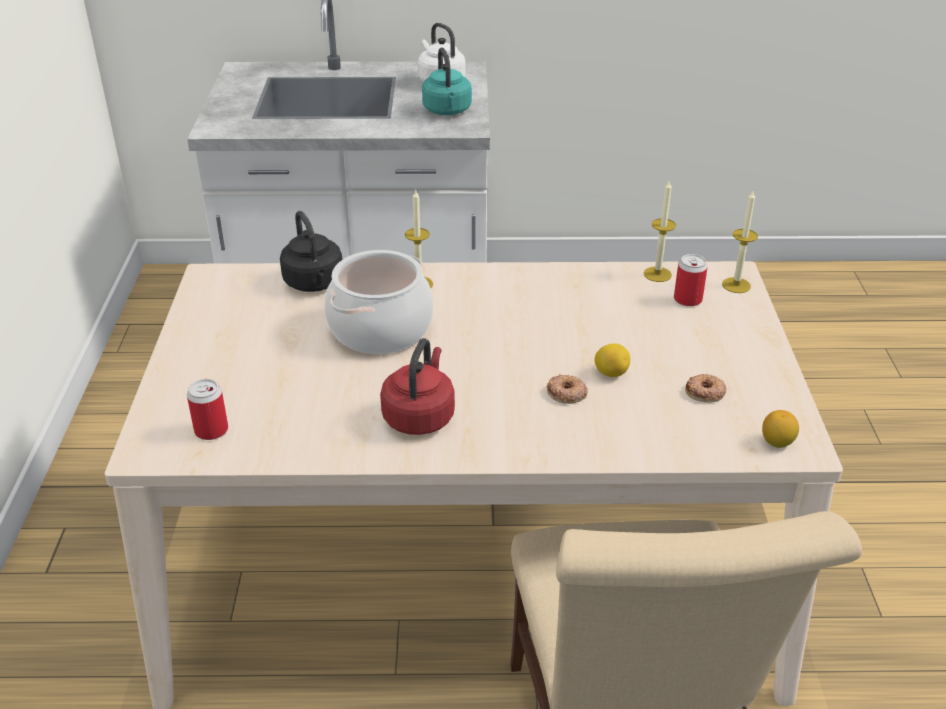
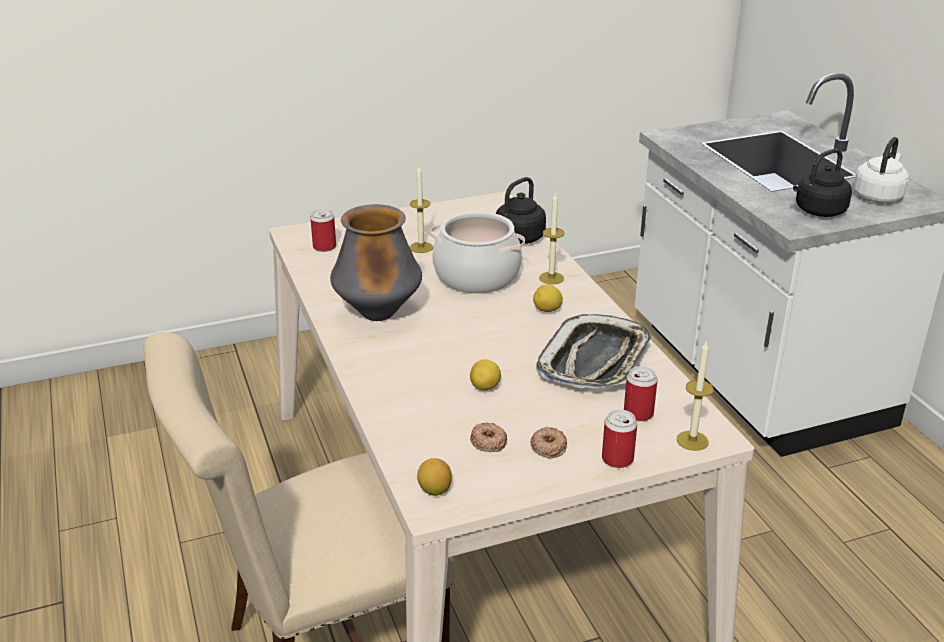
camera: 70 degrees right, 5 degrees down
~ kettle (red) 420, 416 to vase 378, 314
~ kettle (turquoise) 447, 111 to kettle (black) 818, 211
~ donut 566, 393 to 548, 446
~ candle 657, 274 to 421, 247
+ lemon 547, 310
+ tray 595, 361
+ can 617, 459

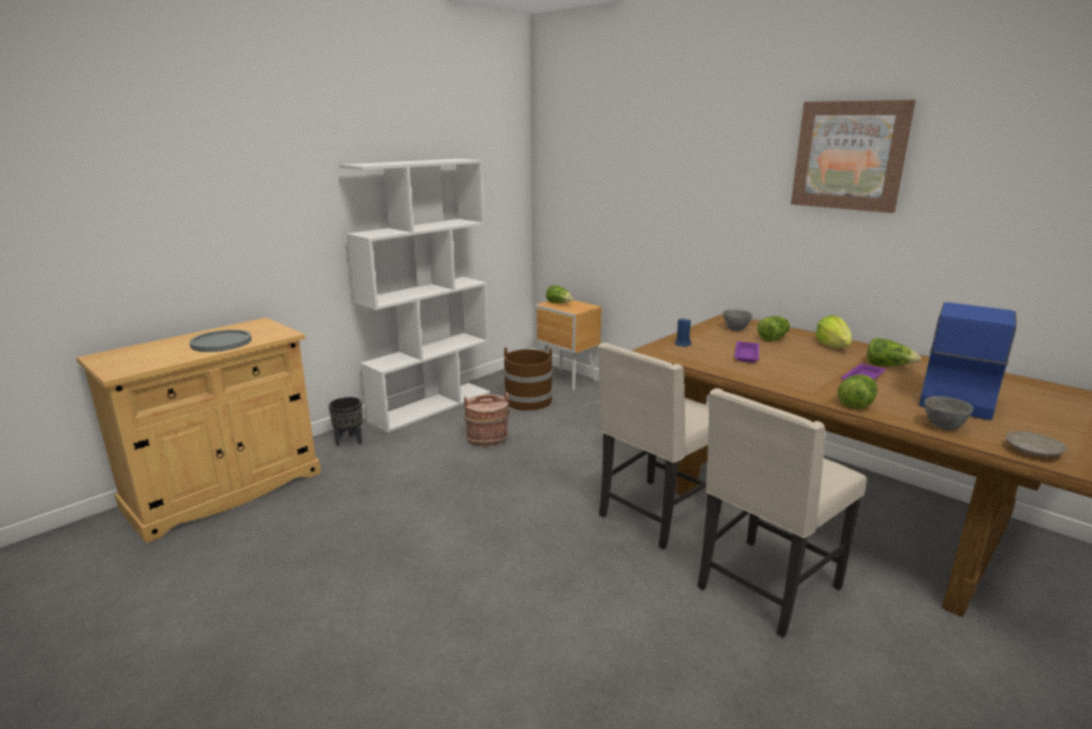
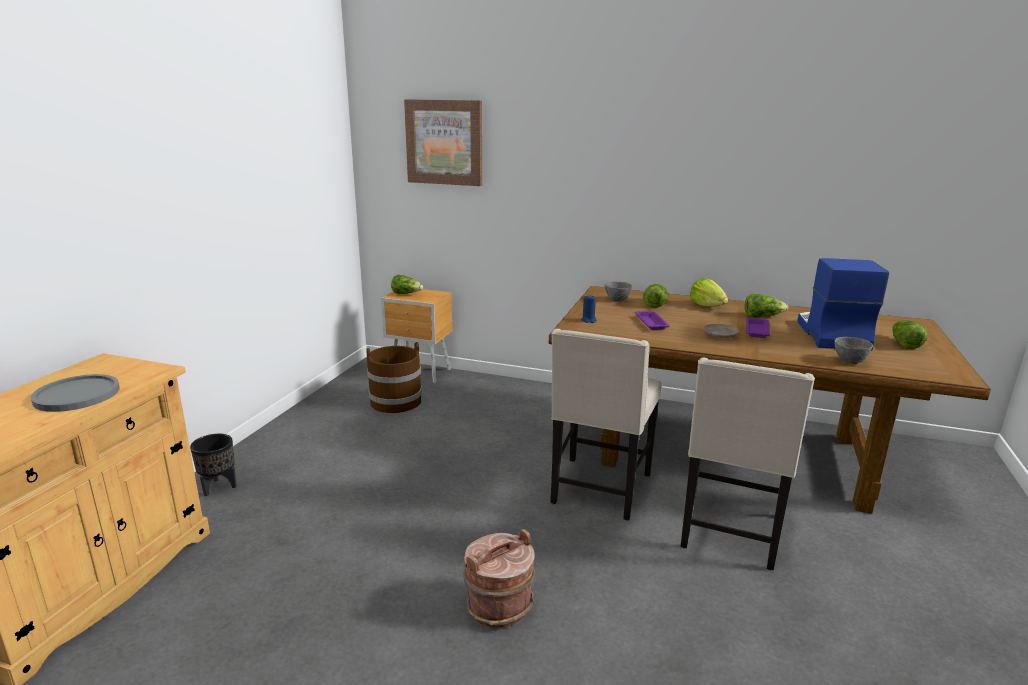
camera: 25 degrees left, 0 degrees up
- bookcase (white) 431, 406
~ bucket (brown) 487, 438 to 499, 605
~ picture 850, 155 to 444, 142
~ lettuce 855, 403 to 904, 344
~ plate (beige) 1032, 451 to 719, 336

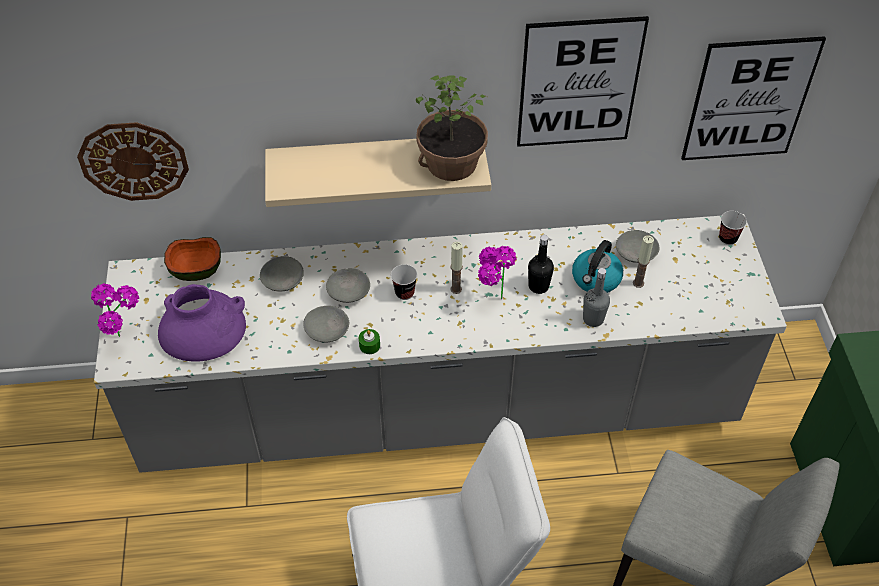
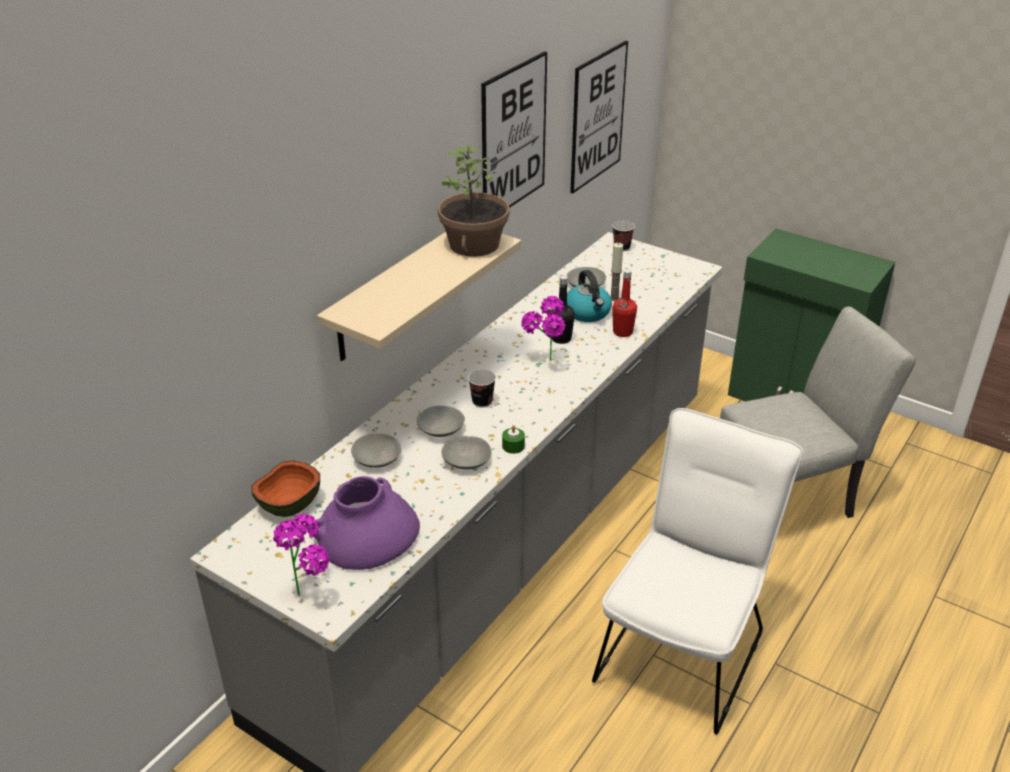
camera: 50 degrees left, 15 degrees down
- wall clock 133, 161
- candle 456, 289
~ bottle (grey) 593, 319 to bottle (red) 622, 332

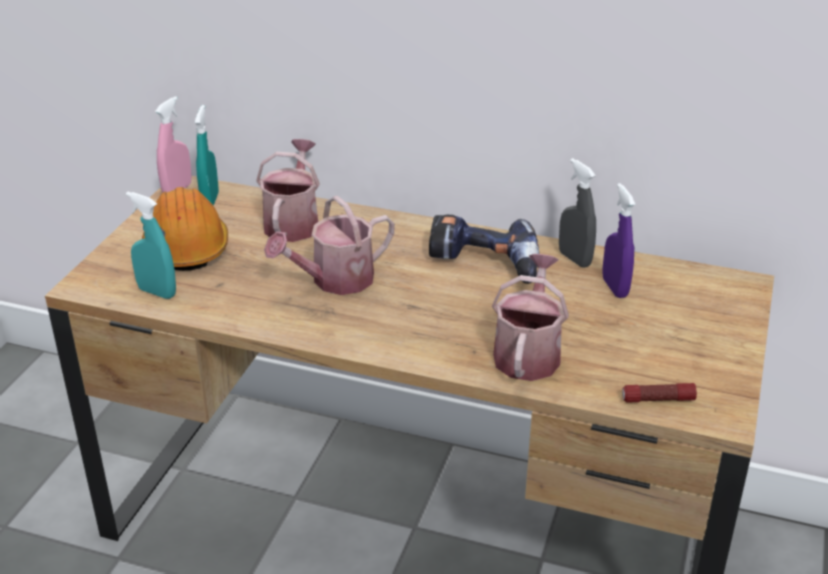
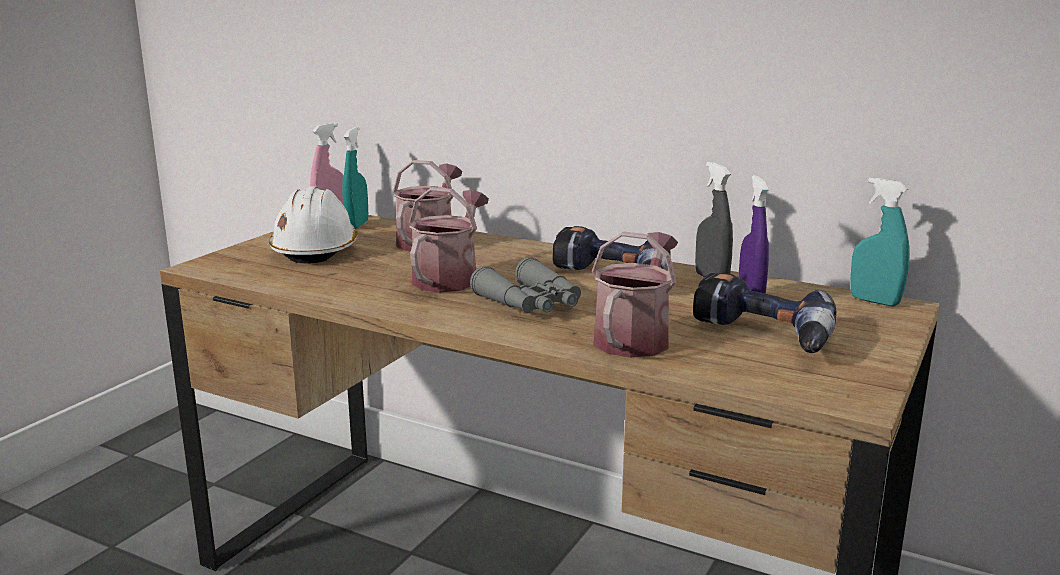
camera: 10 degrees right, 15 degrees down
~ spray bottle (turquoise) 157, 292 to 874, 301
~ hard hat (orange) 187, 247 to hard hat (white) 315, 250
~ watering can 335, 281 = 449, 278 135 degrees clockwise
- flashlight 658, 400
+ binoculars (grey) 531, 304
+ power drill 760, 337

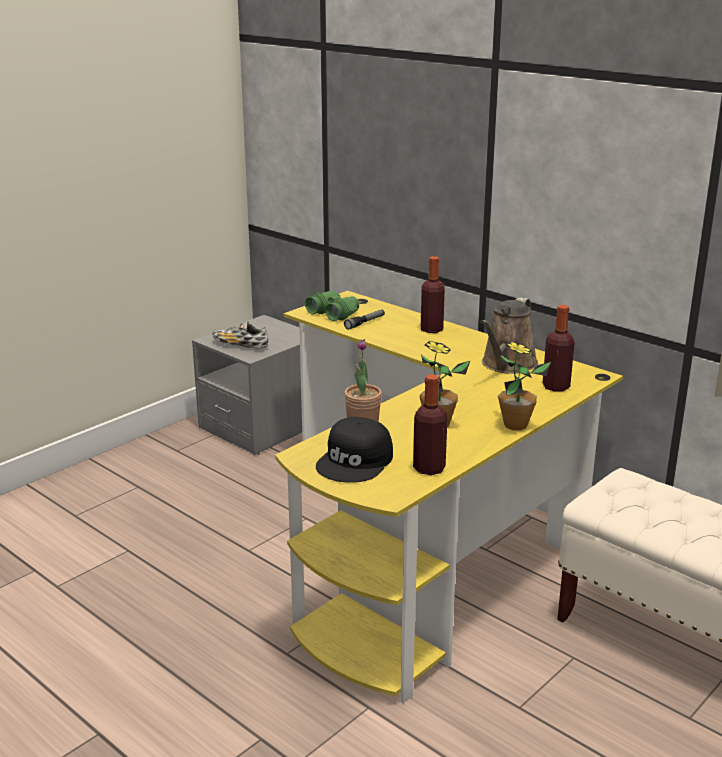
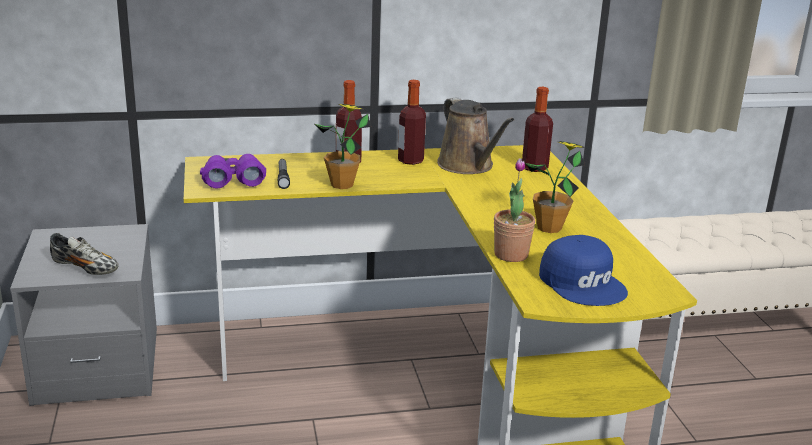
camera: 55 degrees left, 0 degrees up
~ shoe 240, 345 = 85, 269 120 degrees counterclockwise
~ binoculars (green) 334, 313 to binoculars (purple) 233, 180
~ cap (black) 356, 461 to cap (blue) 583, 282
~ bottle 429, 468 to 410, 161
~ potted plant 515, 425 to 342, 185

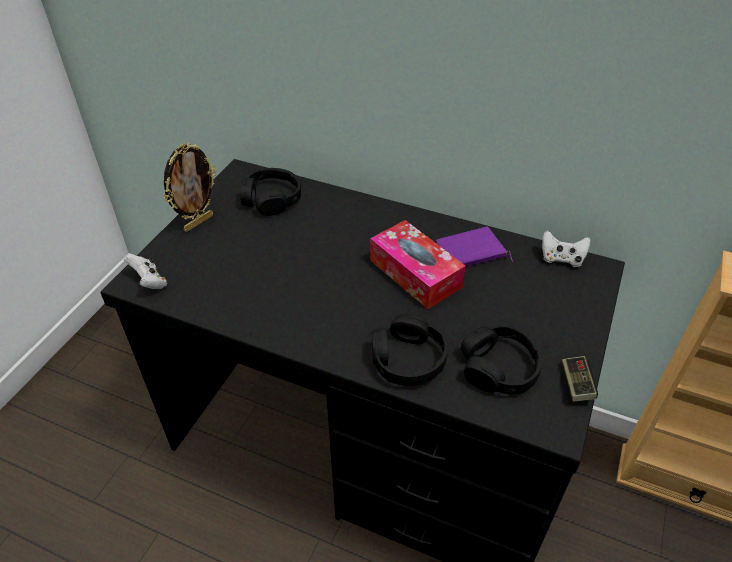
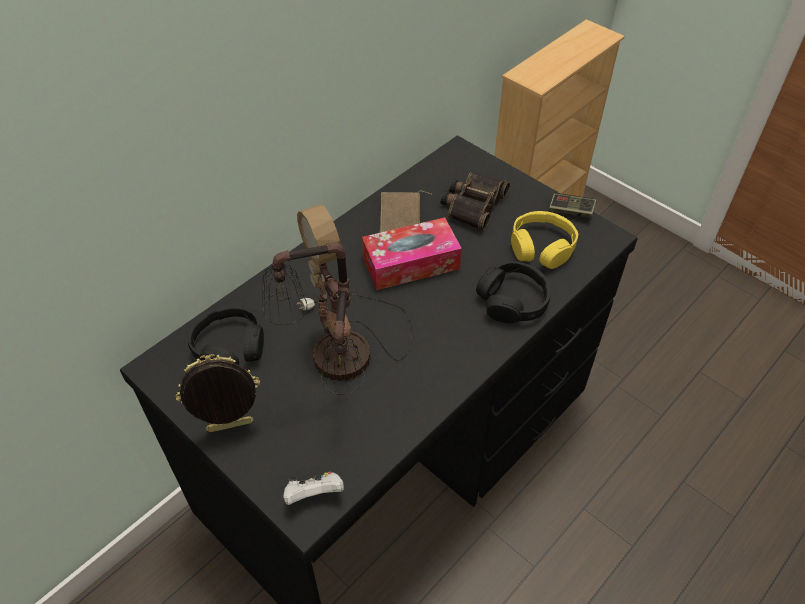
camera: 70 degrees left, 5 degrees up
~ picture frame 198, 222 = 230, 428 75 degrees counterclockwise
~ book (purple) 471, 253 to book (brown) 402, 217
~ headphones (black) 499, 368 to headphones (yellow) 541, 247
- game controller (white) 561, 259
+ table lamp 340, 361
+ binoculars 473, 205

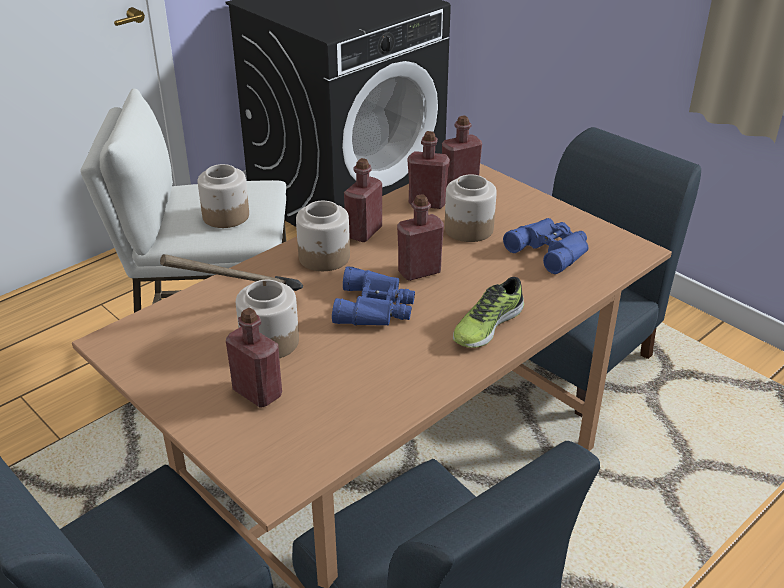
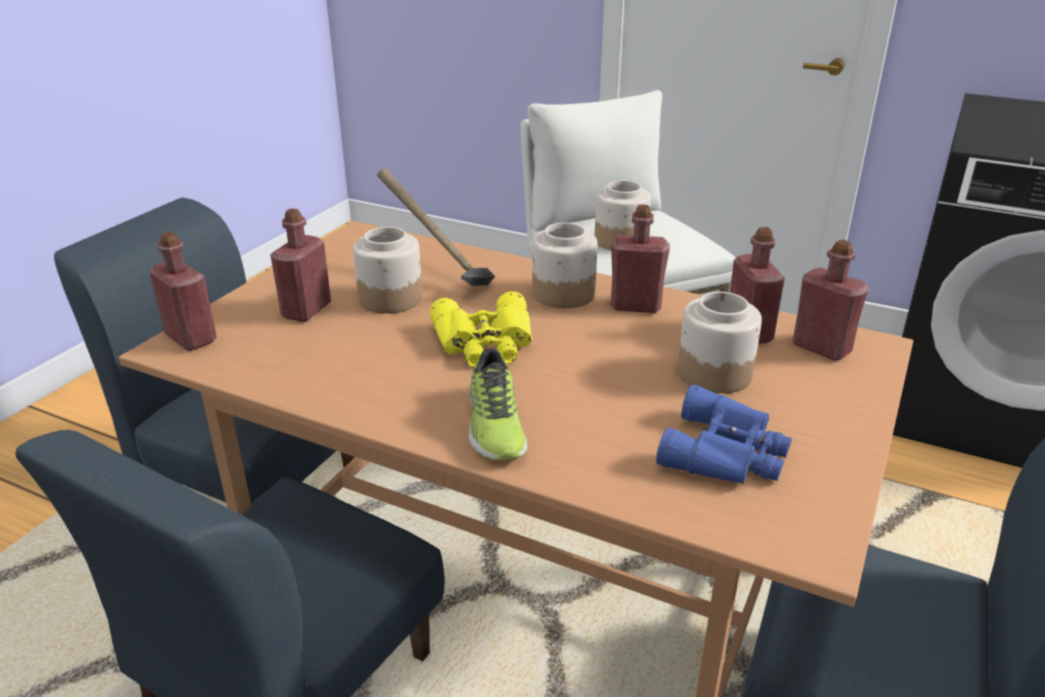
camera: 70 degrees right, 5 degrees down
~ binoculars (blue) 376, 307 to binoculars (yellow) 485, 343
~ bottle (red) 419, 271 to 191, 338
~ shoe 486, 325 = 494, 425 120 degrees counterclockwise

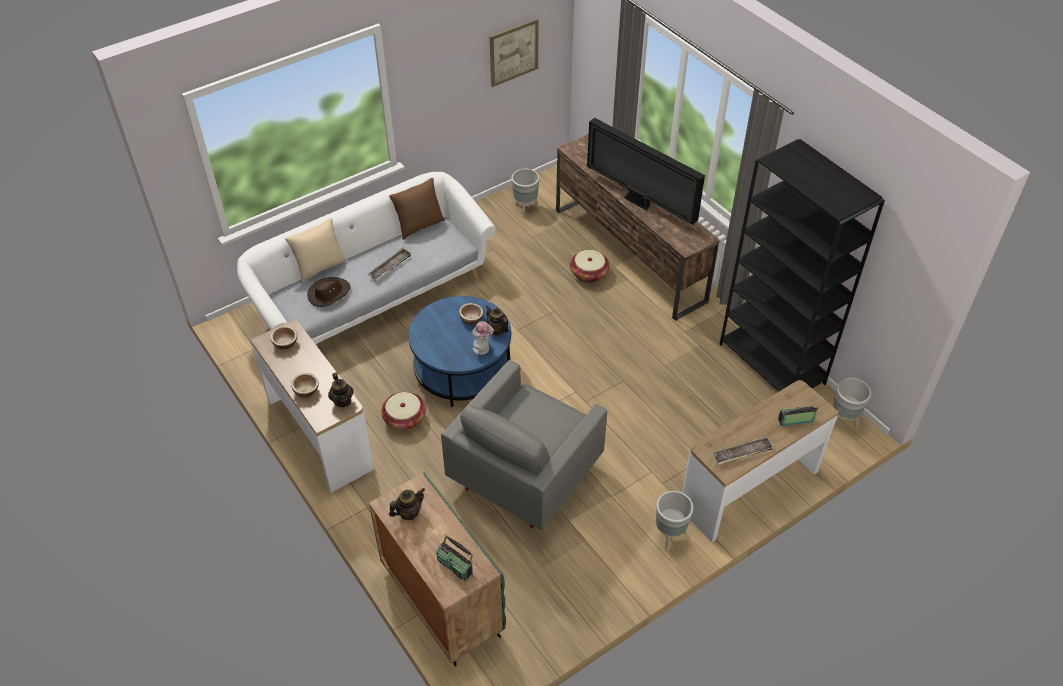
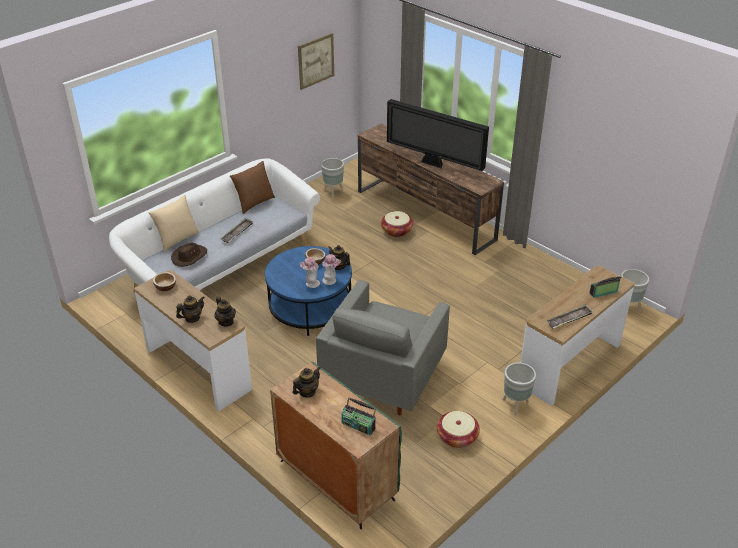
camera: 10 degrees left, 10 degrees down
~ bowl 306, 390 to teapot 192, 318
~ basket 404, 418 to 457, 437
- bookcase (black) 772, 364
+ hat 310, 283

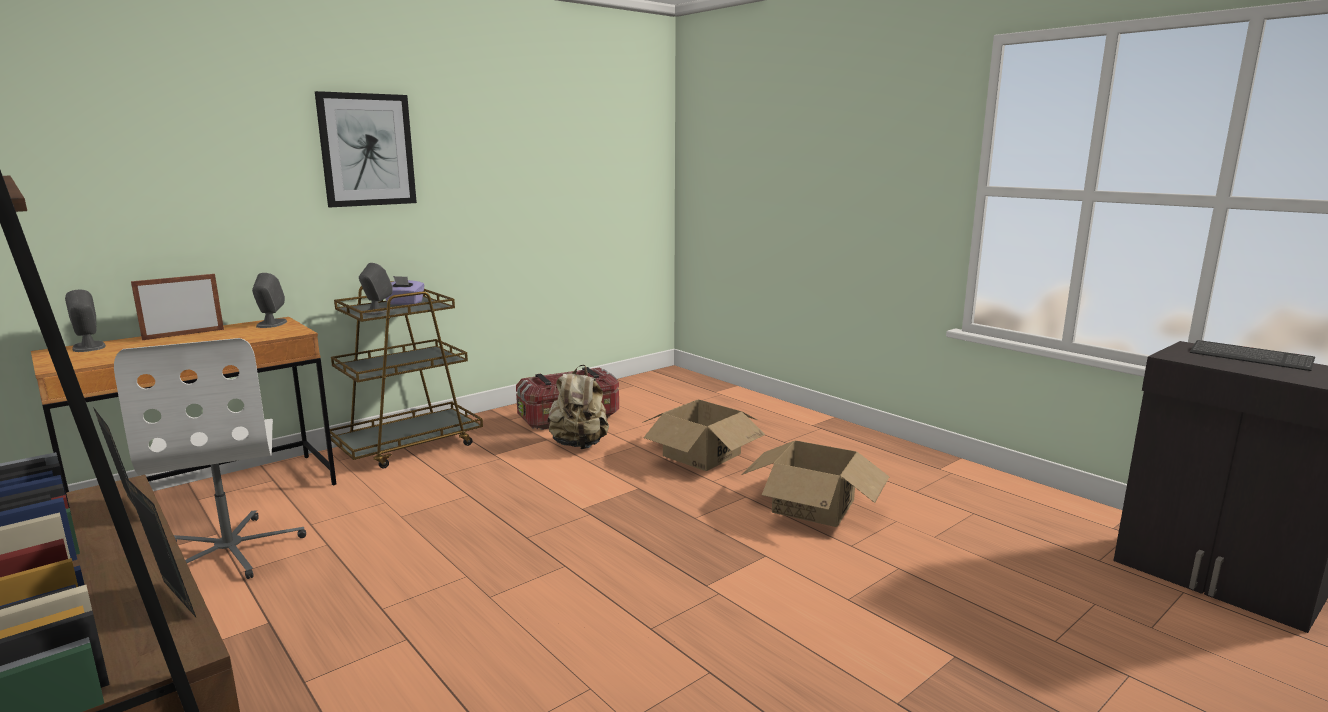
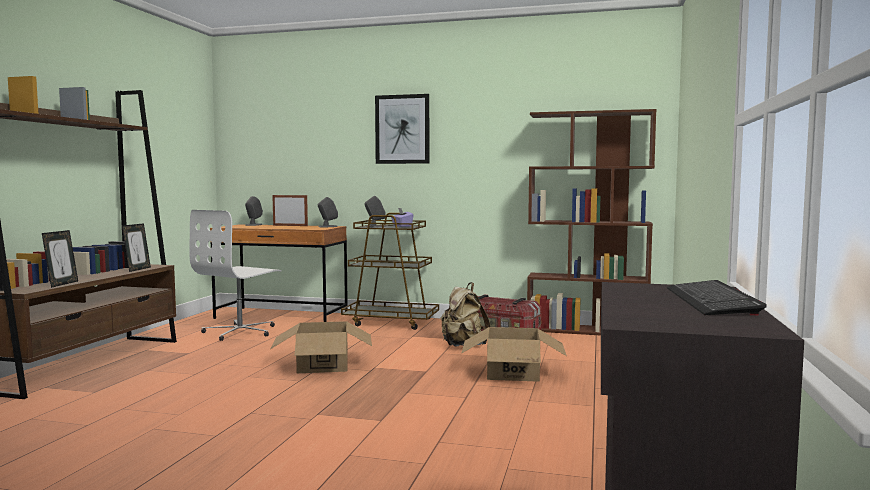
camera: 55 degrees right, 10 degrees down
~ cardboard box 813, 506 to 322, 365
+ bookcase (brown) 587, 330

